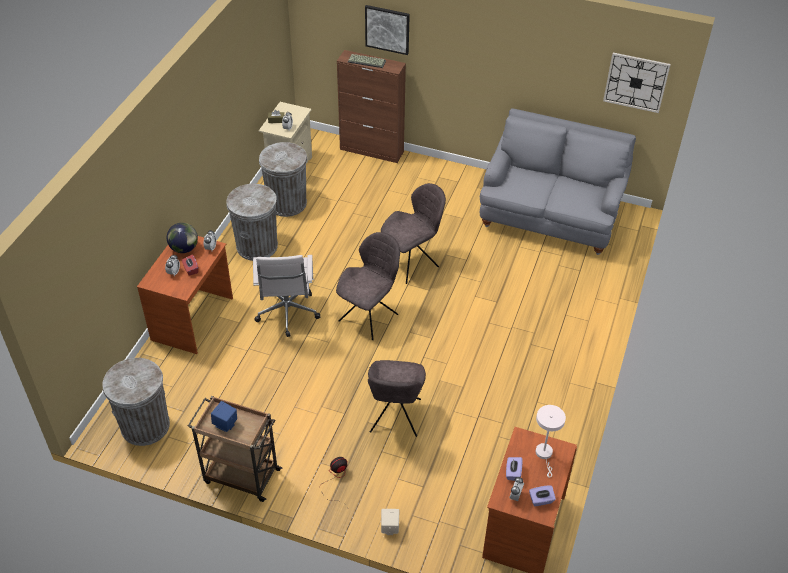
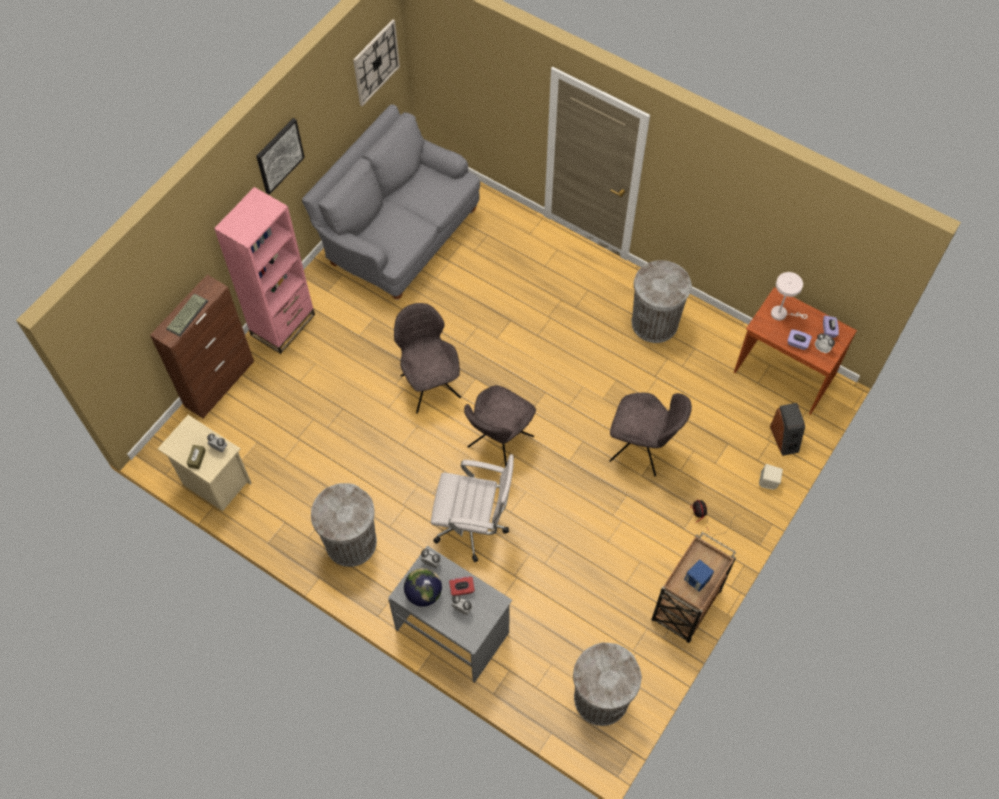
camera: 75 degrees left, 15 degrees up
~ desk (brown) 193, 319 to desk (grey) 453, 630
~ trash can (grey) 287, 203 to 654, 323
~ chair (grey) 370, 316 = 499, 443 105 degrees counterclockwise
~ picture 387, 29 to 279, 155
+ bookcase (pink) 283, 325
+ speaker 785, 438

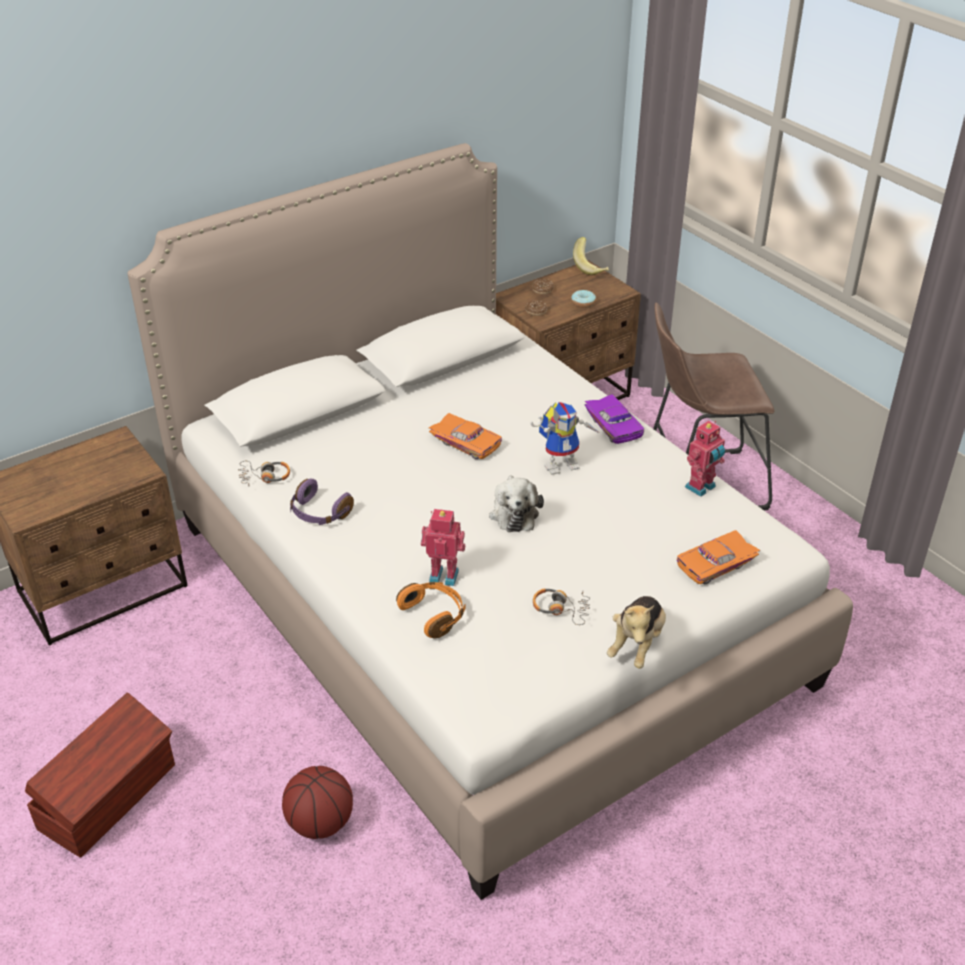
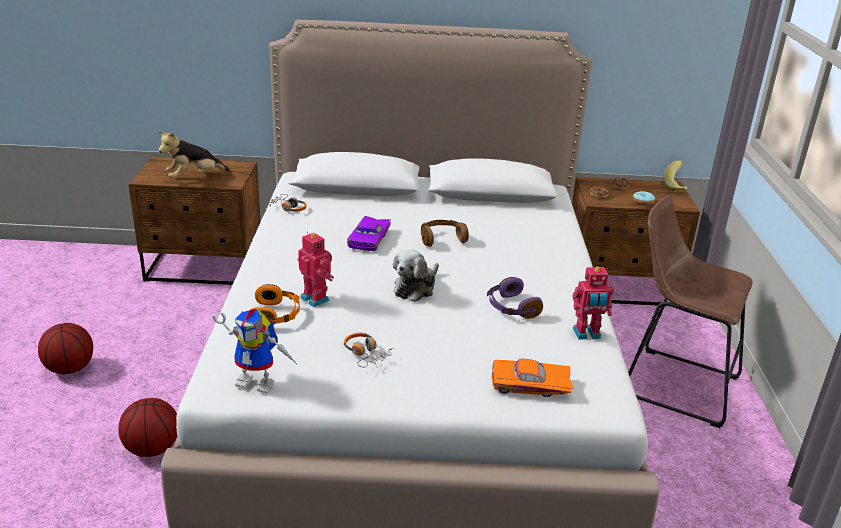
camera: 35 degrees right, 10 degrees down
~ storage box (brown) 110, 796 to basketball 70, 368
~ headphones (purple) 319, 513 to 511, 308
~ toy car (orange) 467, 441 to headphones (brown) 441, 239
~ toy robot 562, 463 to 260, 381
~ toy car (purple) 615, 424 to 371, 239
~ plush toy 637, 644 to 194, 177

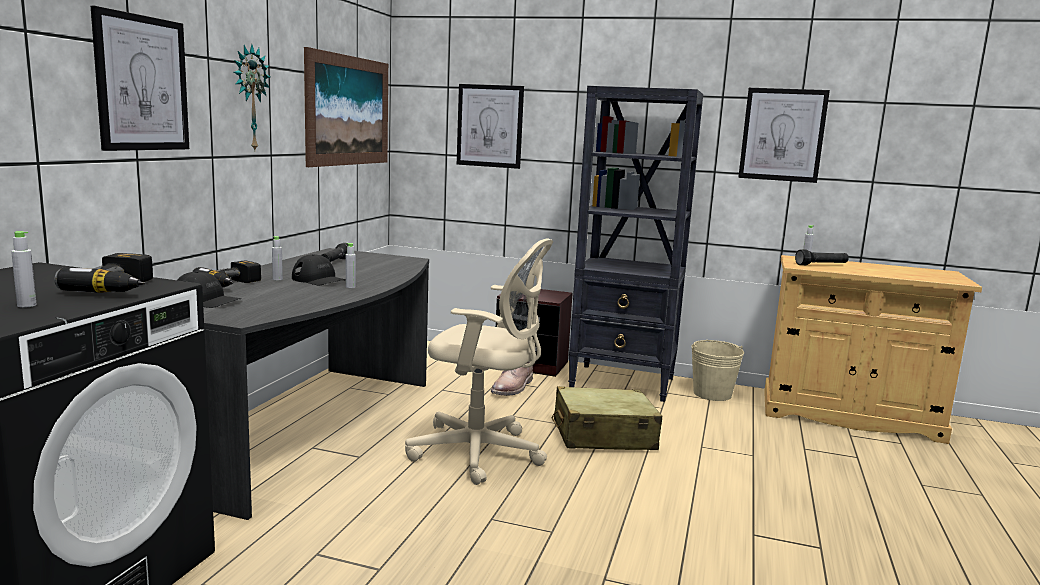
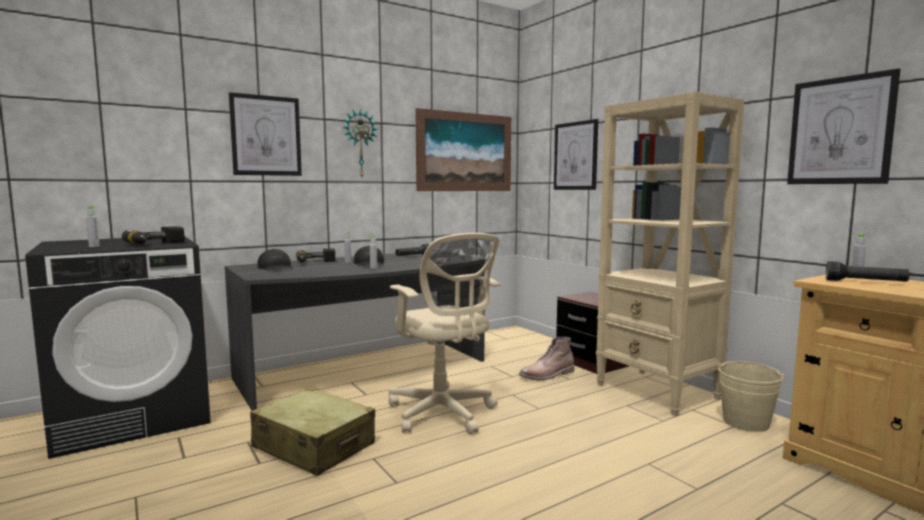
camera: 40 degrees right, 5 degrees down
~ suitcase (beige) 603, 435 to 314, 446
~ bookcase (black) 623, 383 to bookcase (beige) 657, 392

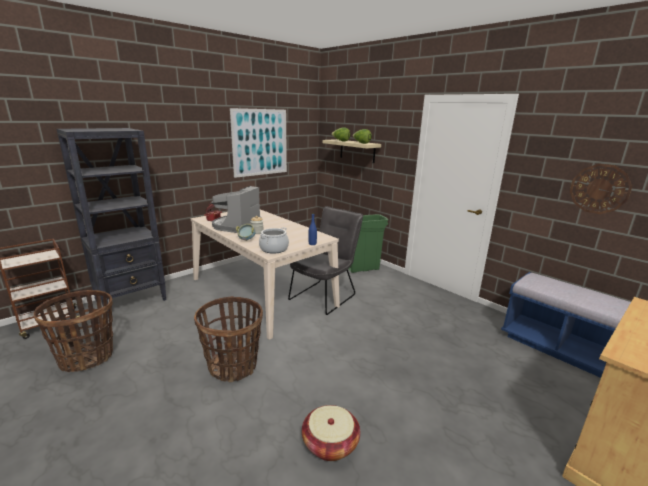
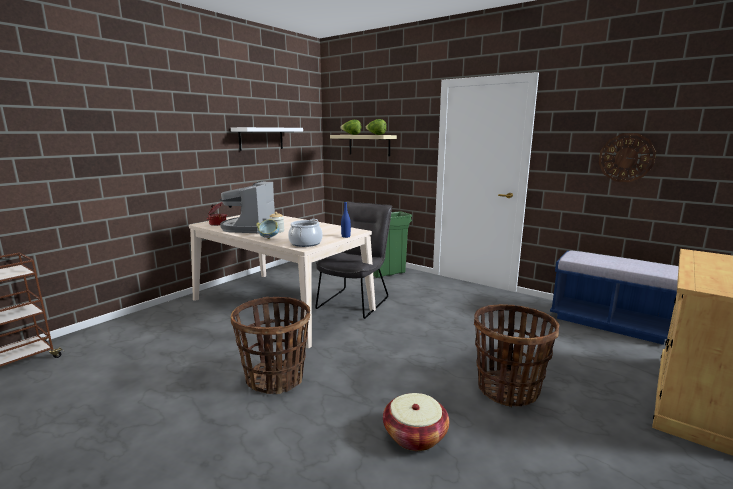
camera: 10 degrees left, 5 degrees down
~ basket 87, 357 to 508, 389
- bookcase (black) 132, 300
~ picture 260, 142 to shelf (white) 261, 138

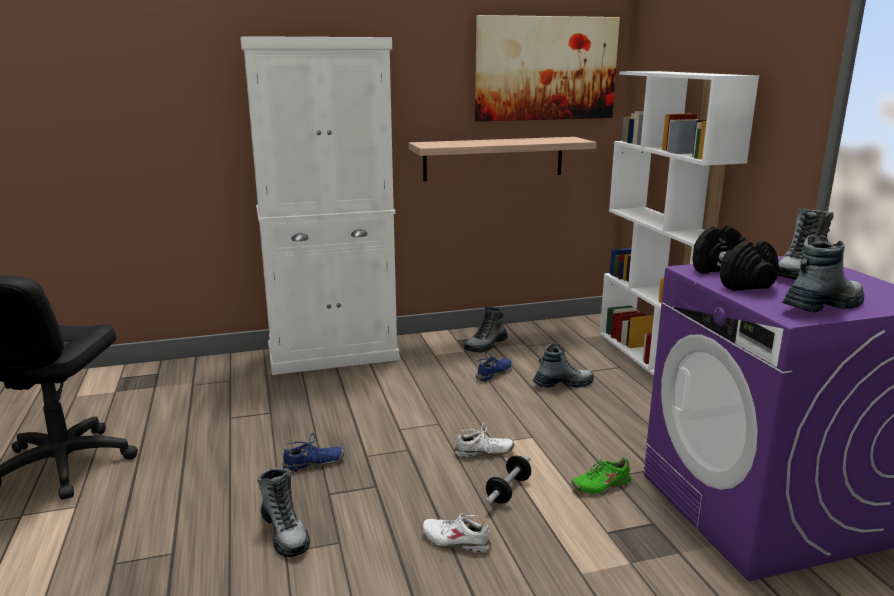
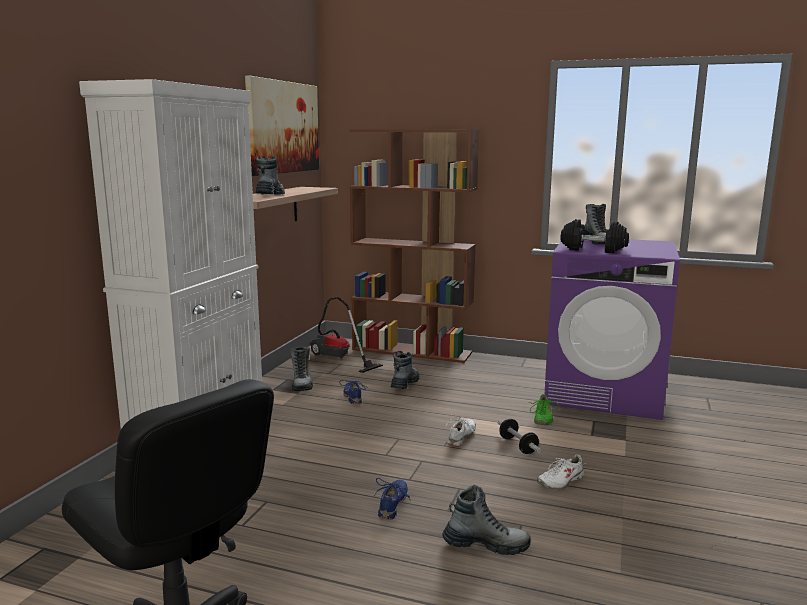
camera: 55 degrees left, 5 degrees down
~ bookcase (white) 654, 359 to bookcase (brown) 412, 351
~ boot 822, 307 to 270, 195
+ vacuum cleaner 337, 358

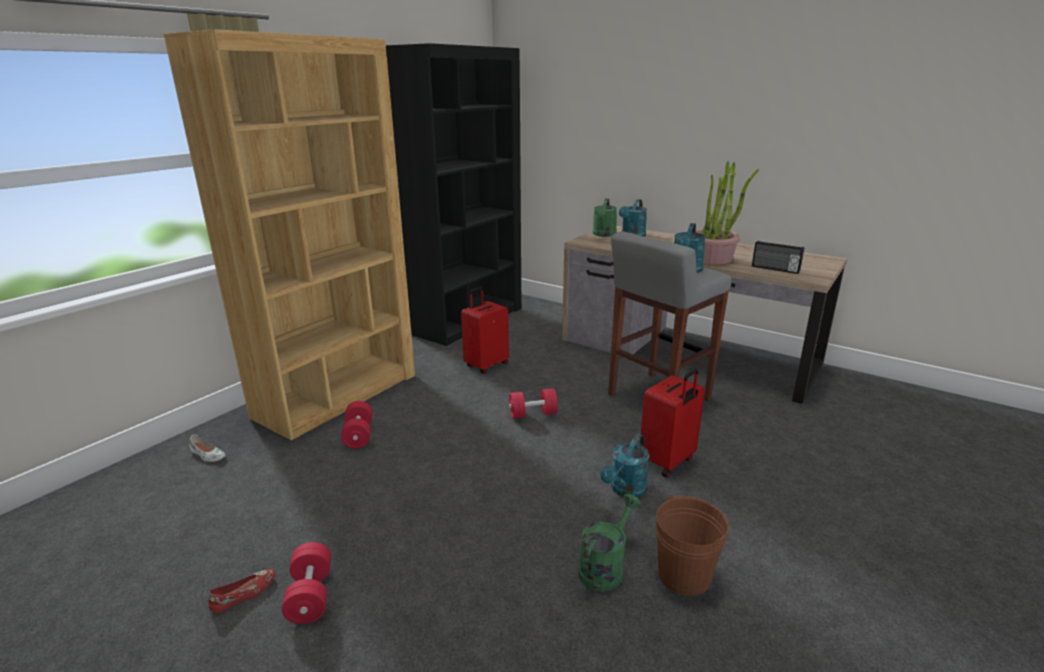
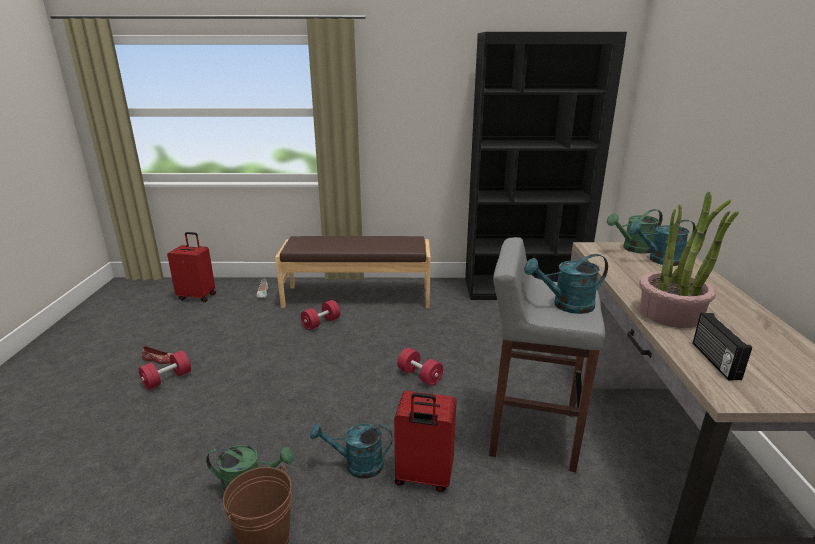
camera: 55 degrees right, 0 degrees up
~ bookcase (brown) 338, 395 to bench (brown) 357, 296
~ suitcase (red) 486, 365 to 197, 296

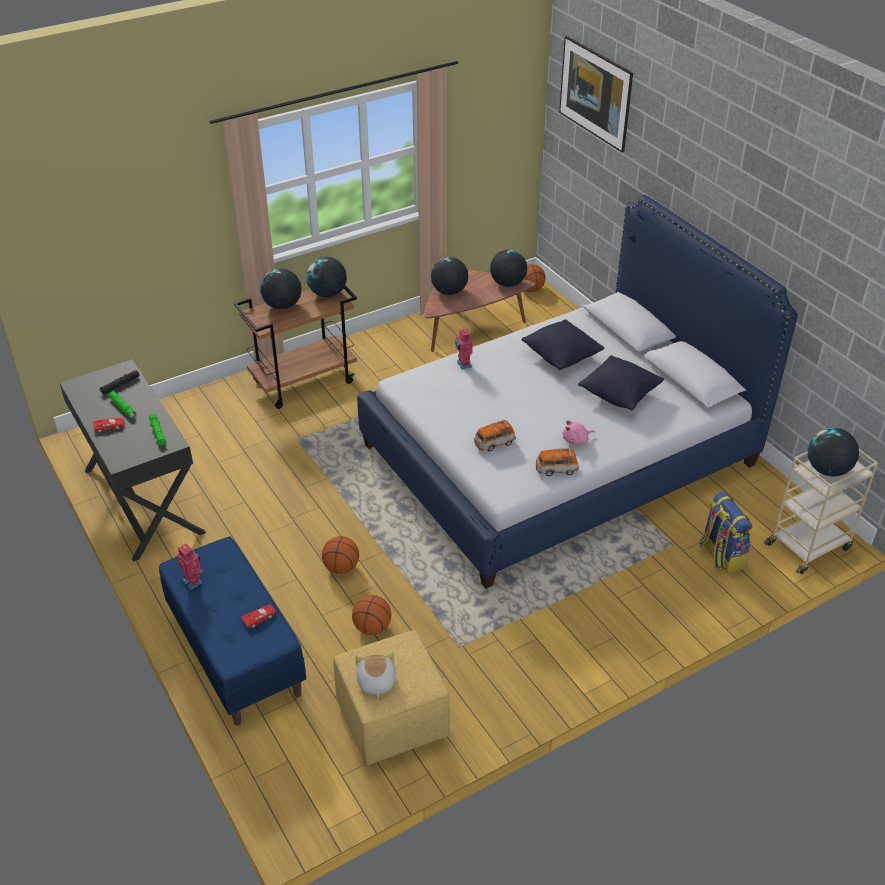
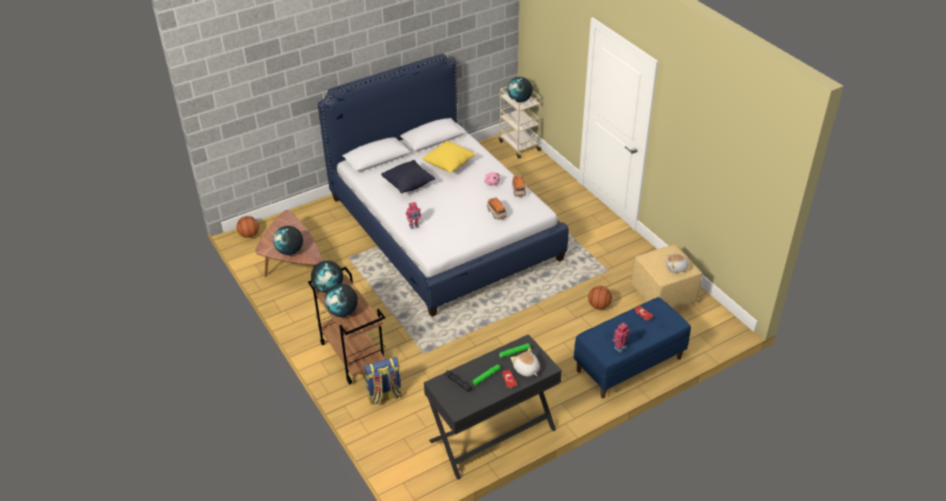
camera: 90 degrees left, 0 degrees up
- basketball 341, 567
- globe 507, 284
- picture 593, 112
~ pillow (black) 619, 396 to pillow (yellow) 449, 165
~ backpack 720, 556 to 384, 396
+ plush toy 526, 369

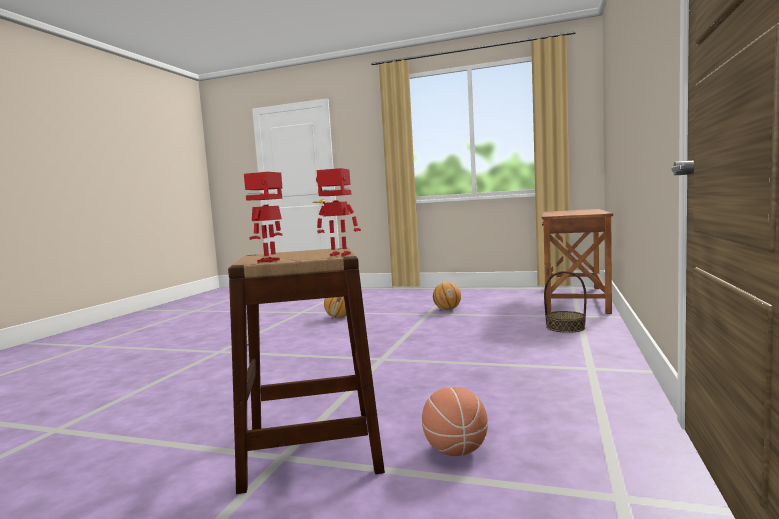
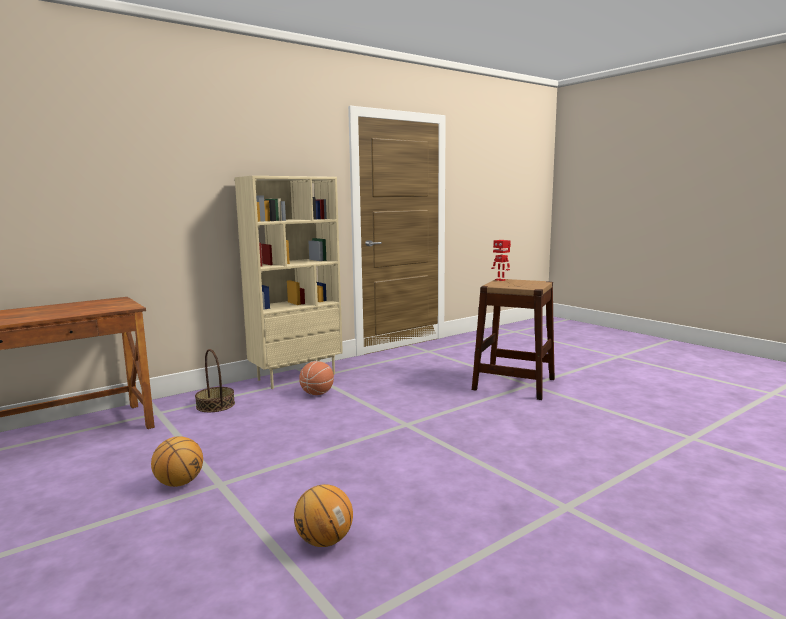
camera: 145 degrees left, 5 degrees up
- toy robot 270, 261
~ basketball 455, 450 to 317, 394
+ bookcase (beige) 297, 377

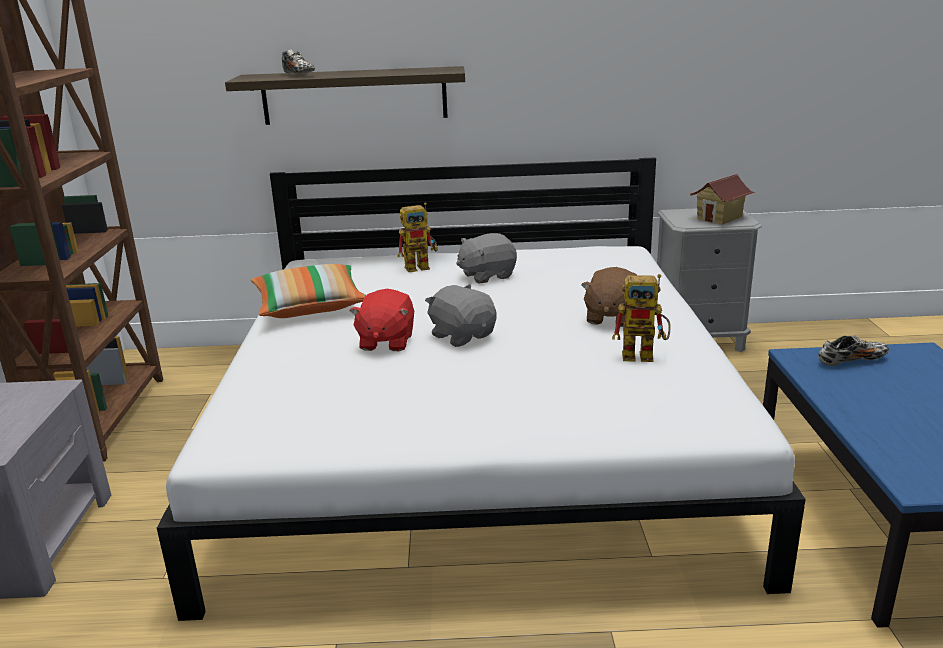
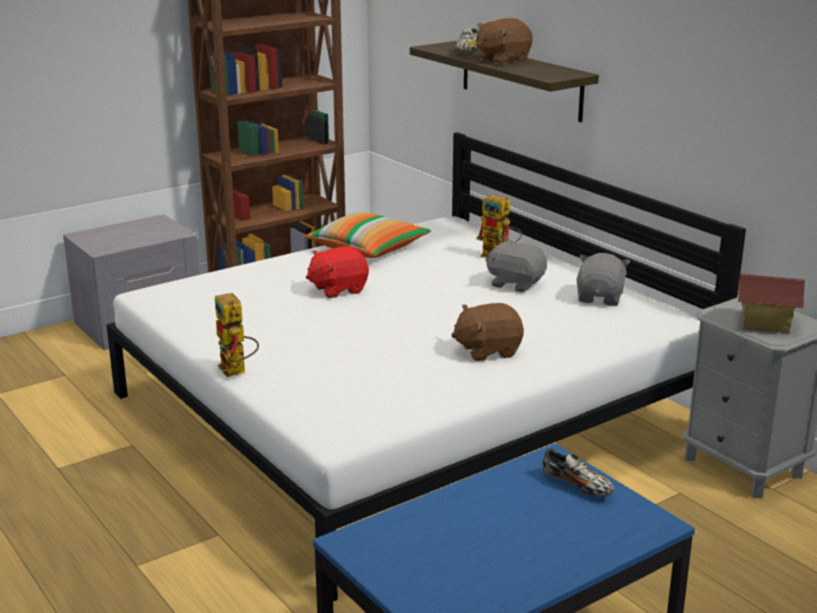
camera: 55 degrees right, 0 degrees up
~ plush toy (grey) 462, 336 to 600, 298
~ toy robot 645, 355 to 237, 371
+ plush toy (brown) 502, 60

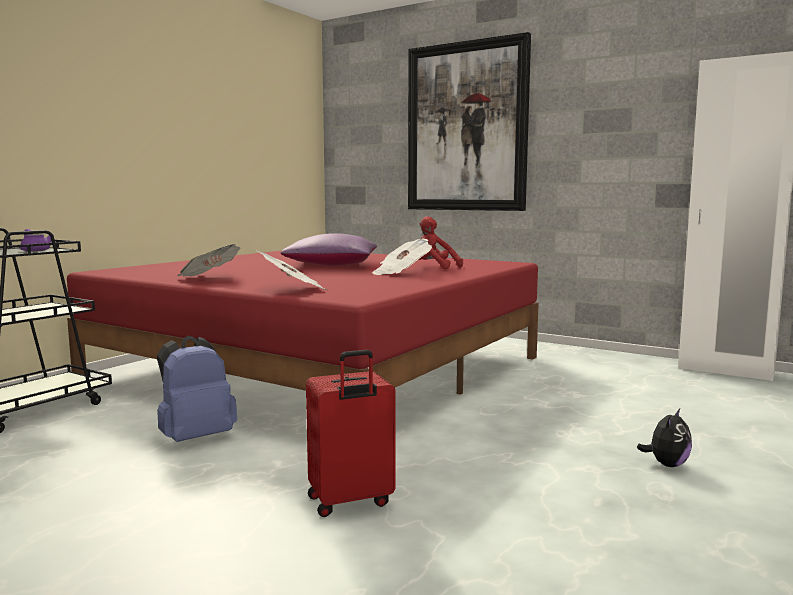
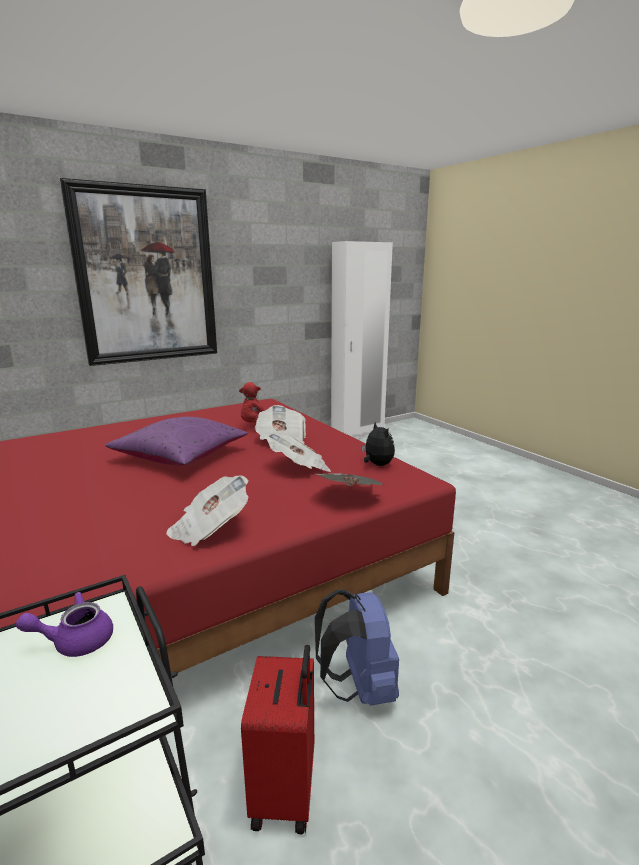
camera: 65 degrees left, 10 degrees up
~ suitcase (red) 350, 502 to 286, 791
~ plush toy 666, 464 to 377, 465
+ newspaper 300, 467

